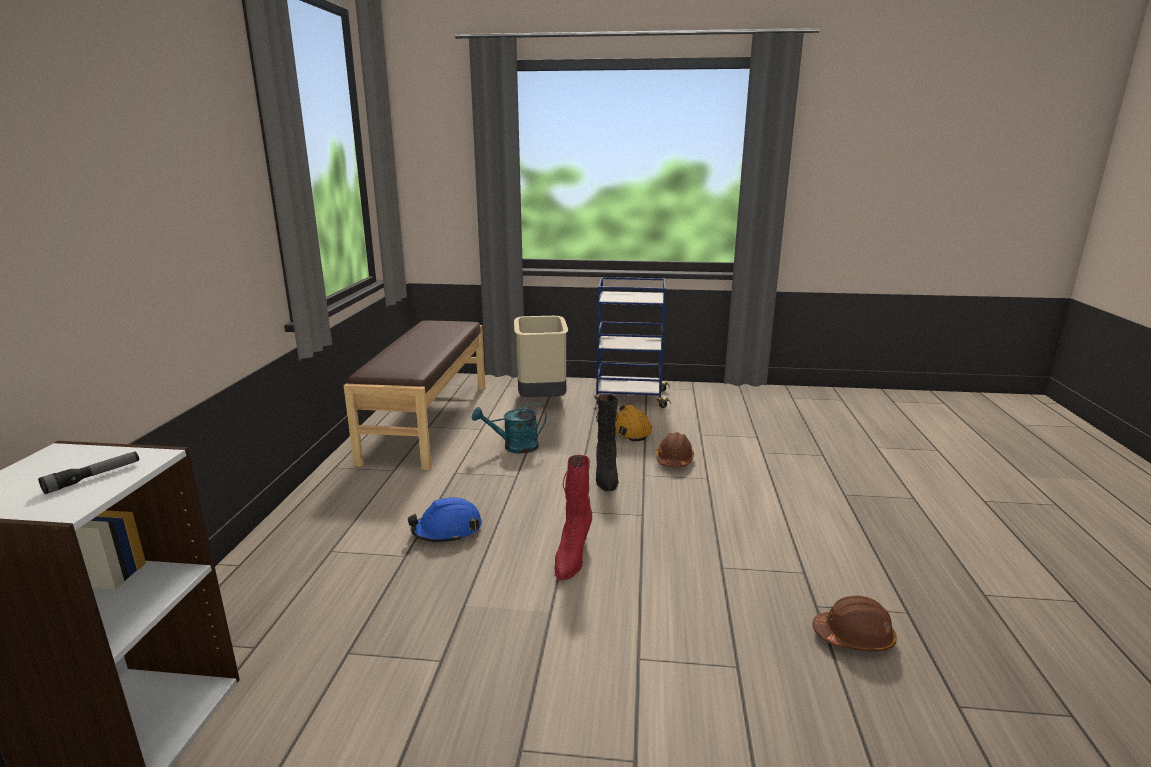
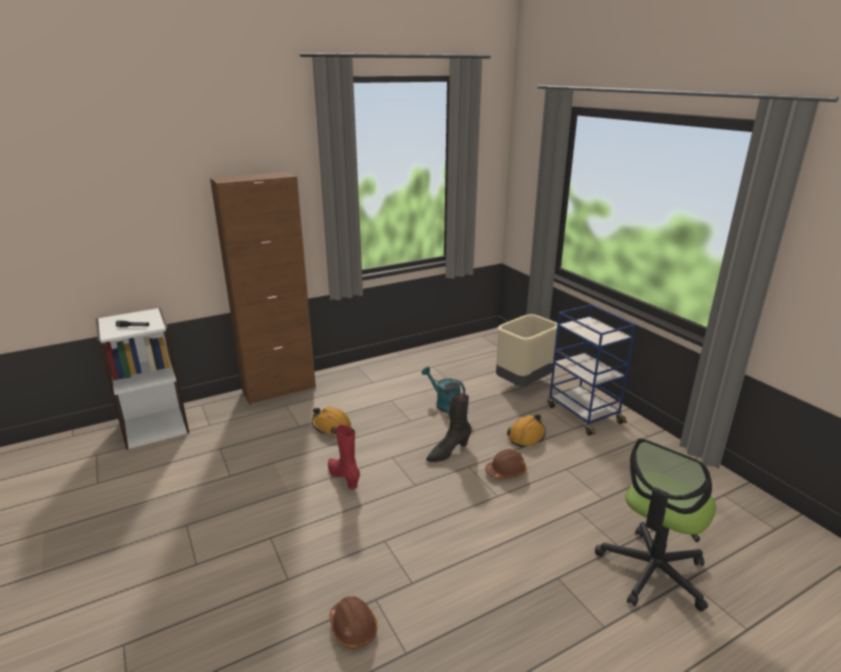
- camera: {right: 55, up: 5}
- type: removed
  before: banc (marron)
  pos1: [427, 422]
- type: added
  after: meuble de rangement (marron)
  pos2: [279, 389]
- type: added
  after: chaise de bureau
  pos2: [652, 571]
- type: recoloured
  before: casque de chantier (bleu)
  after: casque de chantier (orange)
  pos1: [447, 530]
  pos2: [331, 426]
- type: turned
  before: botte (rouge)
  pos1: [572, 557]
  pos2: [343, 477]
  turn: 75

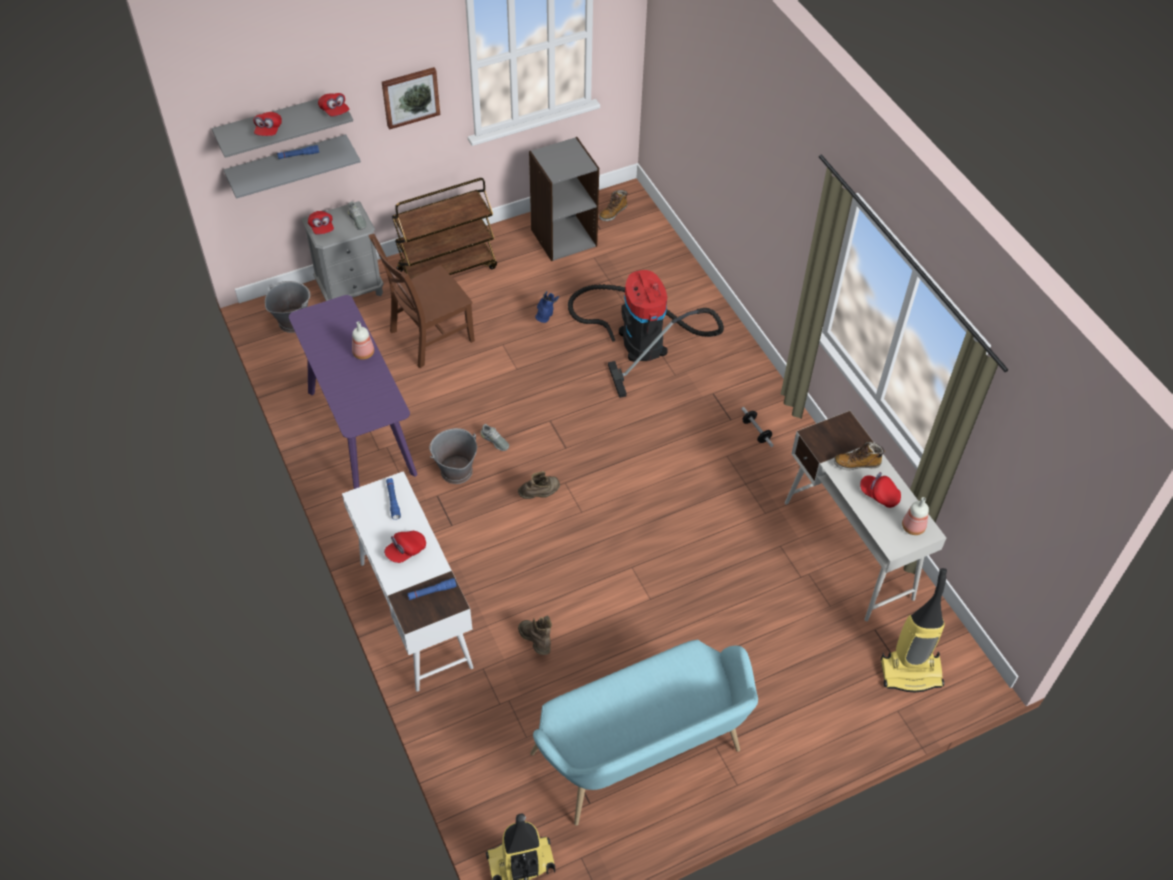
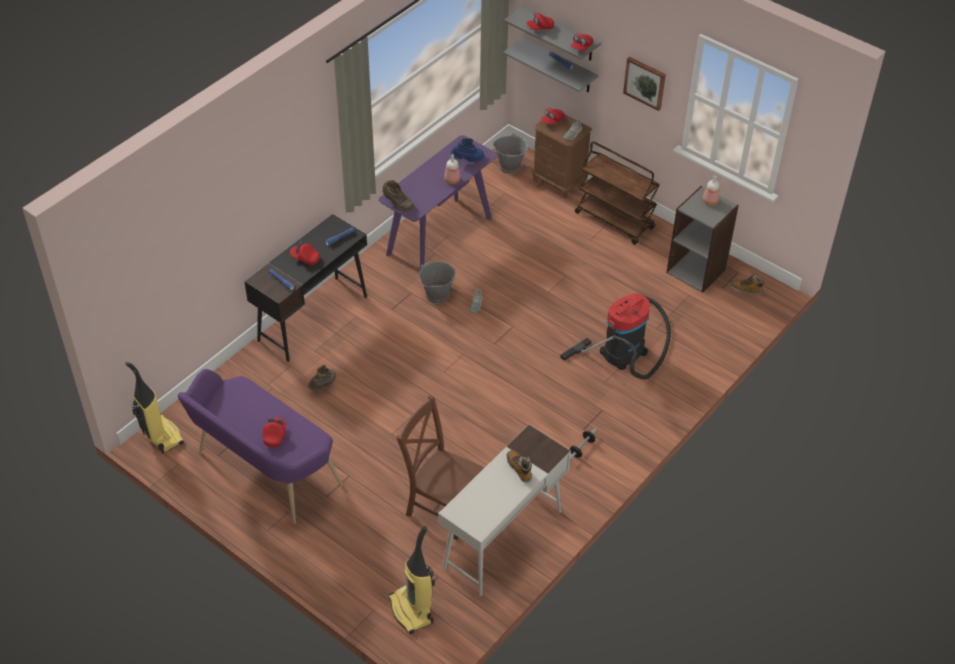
- camera: {right: 65, up: -5}
- type: moved
  before: chaise (marron)
  pos1: [428, 337]
  pos2: [442, 506]
- type: moved
  before: botte (marron)
  pos1: [540, 494]
  pos2: [397, 204]
- type: moved
  before: botte (bleu)
  pos1: [545, 316]
  pos2: [468, 160]
- type: moved
  before: casquette (rouge)
  pos1: [879, 495]
  pos2: [275, 436]
- type: moved
  before: bouteille
  pos1: [914, 527]
  pos2: [710, 201]
- type: recoloured
  before: table de chevet (gris)
  after: table de chevet (marron)
  pos1: [351, 289]
  pos2: [558, 181]
- type: recoloured
  before: bureau (blanc)
  after: bureau (noir)
  pos1: [415, 613]
  pos2: [313, 318]
- type: recoloured
  before: banc (turquoise)
  after: banc (violet)
  pos1: [642, 758]
  pos2: [263, 472]

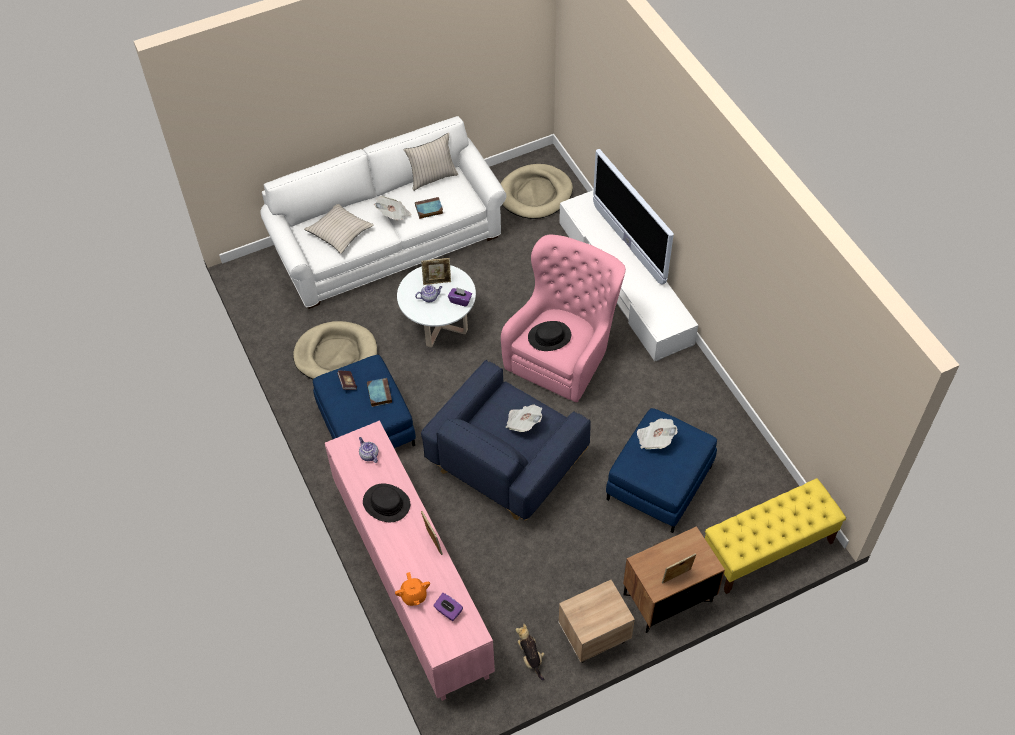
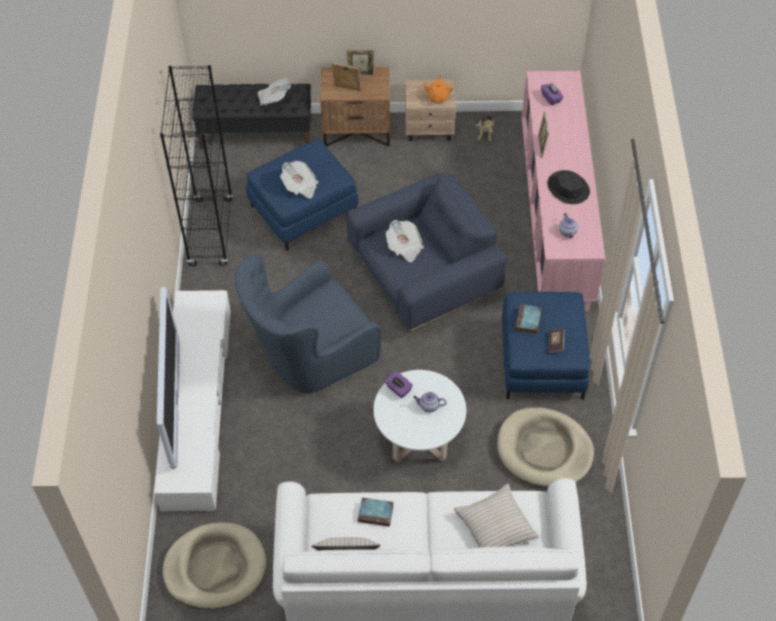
- camera: {right: -155, up: 0}
- type: removed
  before: chapeau (noir)
  pos1: [549, 336]
- type: added
  after: bibliothèque (noir)
  pos2: [211, 232]
- type: moved
  before: journal
  pos1: [393, 214]
  pos2: [274, 98]
- type: moved
  before: théière (orange)
  pos1: [413, 596]
  pos2: [438, 97]
- type: moved
  before: cadre photo
  pos1: [437, 282]
  pos2: [347, 88]
- type: recoloured
  before: fauteuil (rose)
  after: fauteuil (bleu)
  pos1: [563, 353]
  pos2: [310, 356]
- type: recoloured
  before: banc (jaune)
  after: banc (noir)
  pos1: [767, 550]
  pos2: [256, 133]

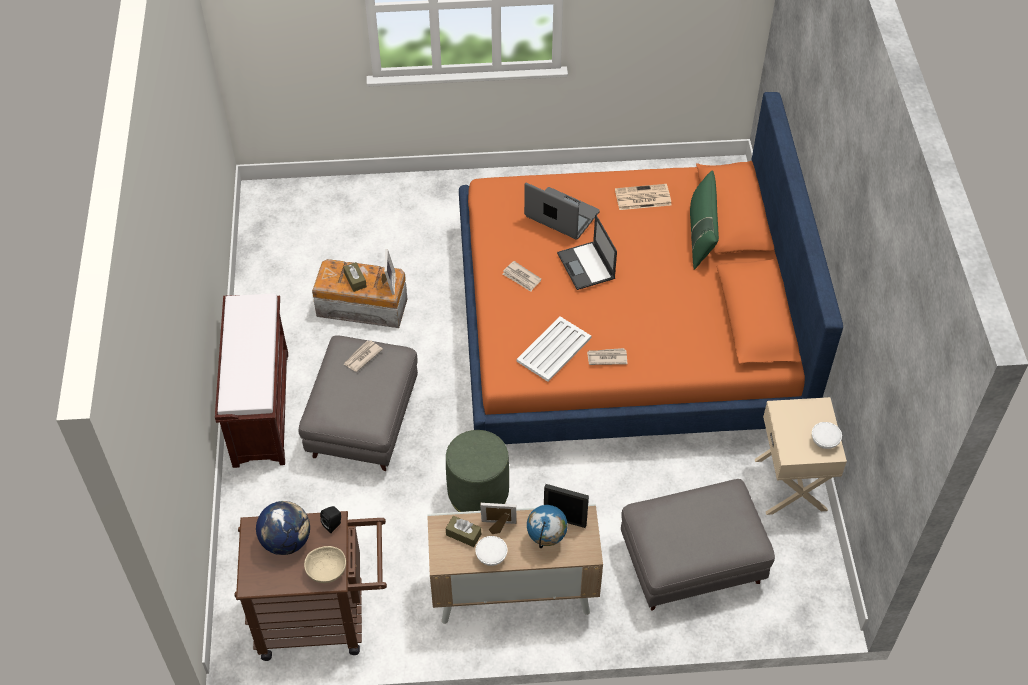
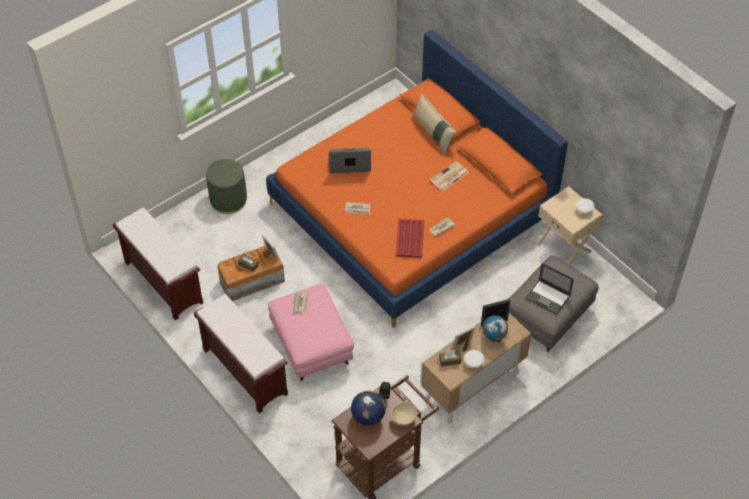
- camera: {right: -35, up: 0}
- type: added
  after: banc (marron)
  pos2: [162, 282]
- type: moved
  before: pouf (vert)
  pos1: [478, 493]
  pos2: [228, 200]
- type: moved
  before: ordinateur portable
  pos1: [586, 266]
  pos2: [548, 297]
- type: moved
  before: journal
  pos1: [642, 198]
  pos2: [449, 177]
- type: recoloured
  before: pouf (gris)
  after: pouf (rose)
  pos1: [363, 421]
  pos2: [311, 345]
- type: recoloured
  before: plateau (blanc)
  after: plateau (rouge)
  pos1: [553, 350]
  pos2: [409, 239]
- type: recoloured
  before: coussin (vert)
  after: coussin (beige)
  pos1: [701, 235]
  pos2: [433, 134]

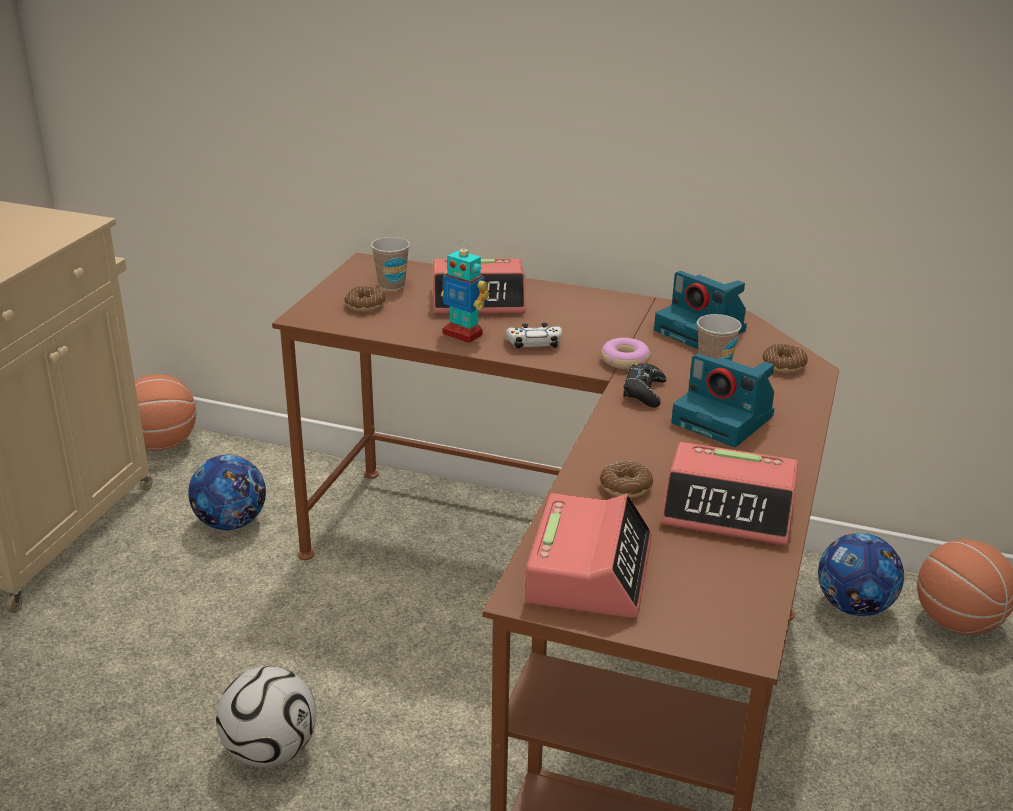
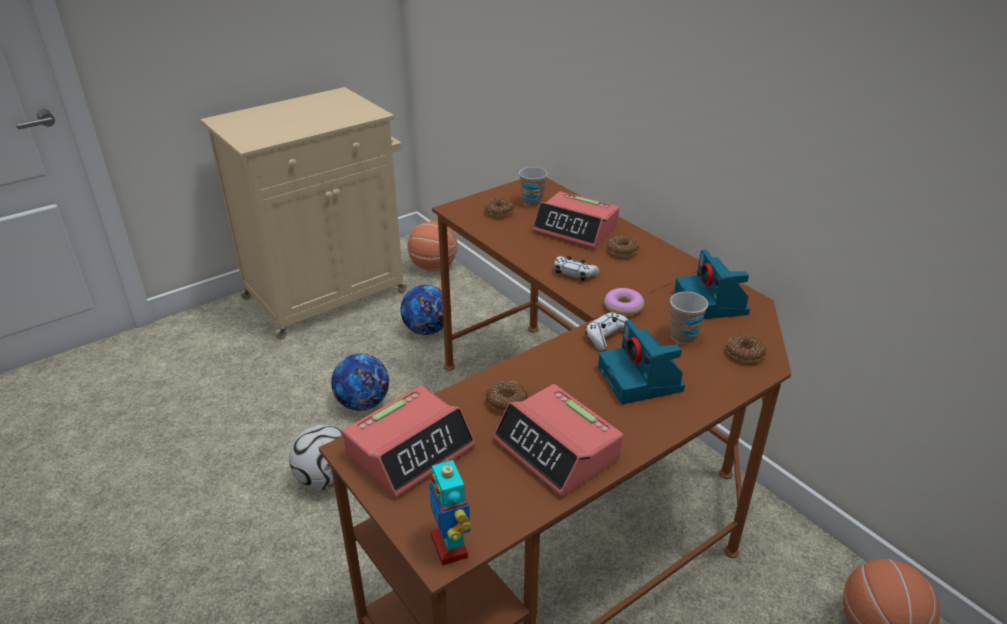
- camera: {right: 35, up: 5}
- type: added
  after: beignet
  pos2: [622, 251]
- type: moved
  before: robot jouet
  pos1: [463, 334]
  pos2: [450, 546]
- type: moved
  before: ballon de foot
  pos1: [854, 606]
  pos2: [363, 403]
- type: recoloured
  before: manette (noir)
  after: manette (blanc)
  pos1: [644, 392]
  pos2: [607, 336]

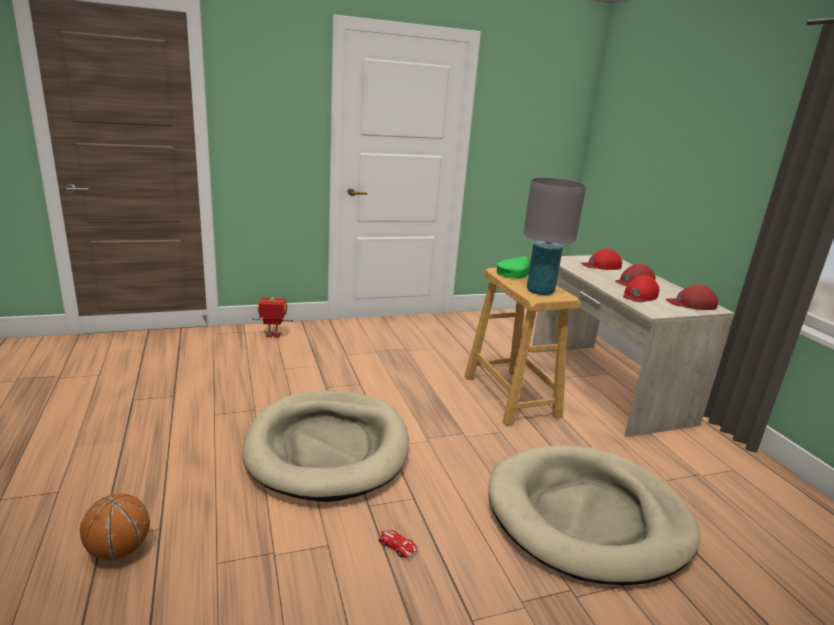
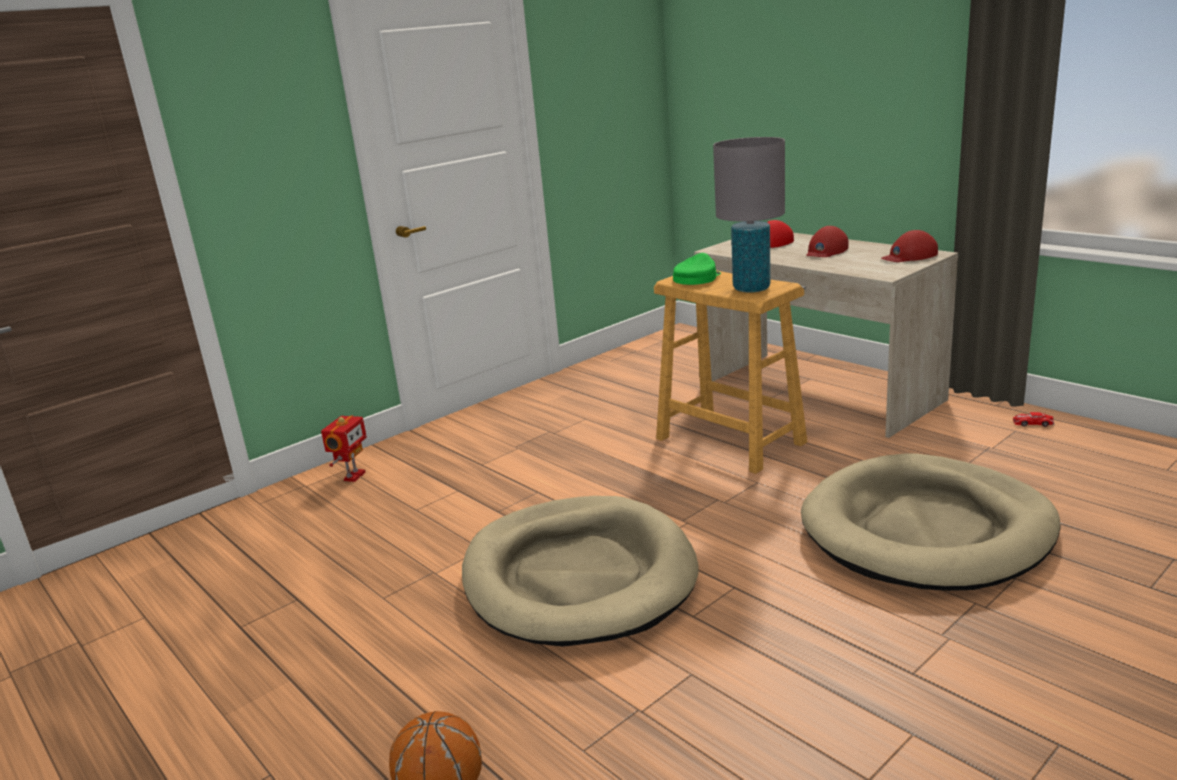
- camera: {right: -20, up: 0}
- type: removed
  before: casquette (rouge)
  pos1: [639, 295]
- type: moved
  before: petite voiture
  pos1: [397, 546]
  pos2: [1032, 423]
- type: turned
  before: robot jouet
  pos1: [273, 335]
  pos2: [353, 476]
  turn: 135

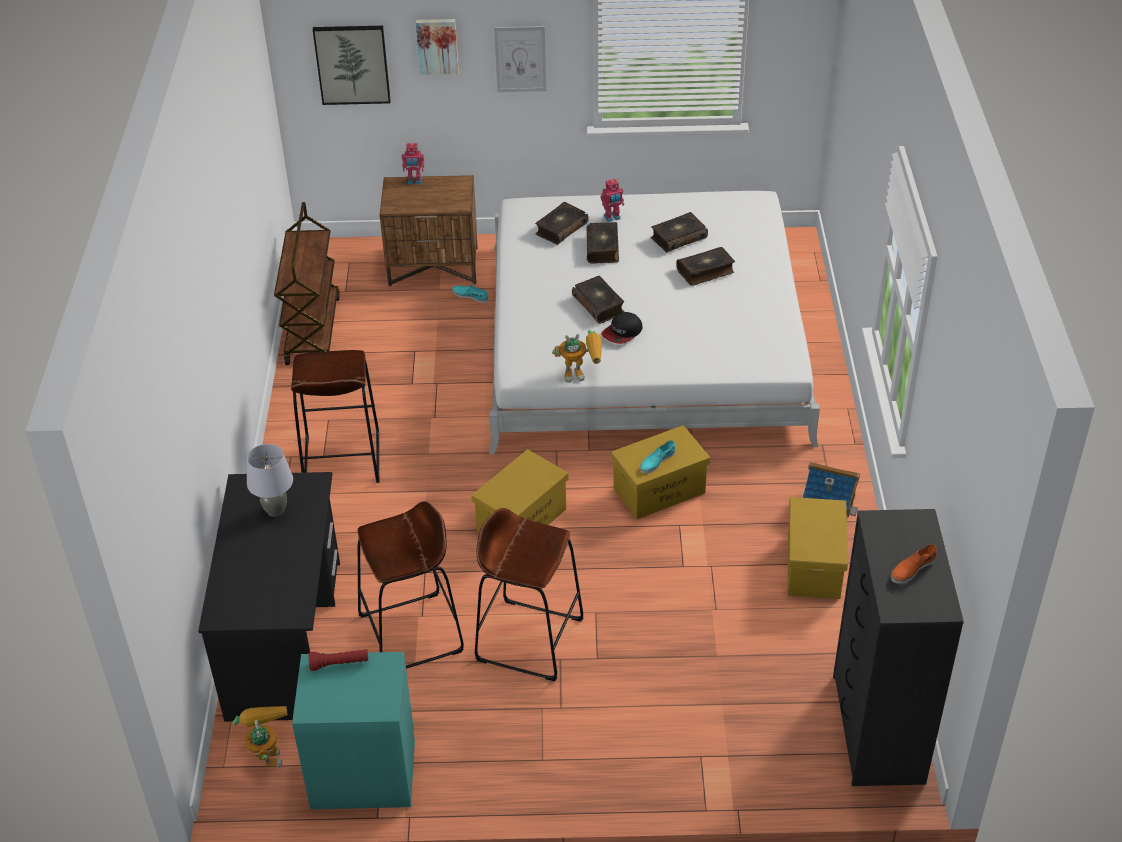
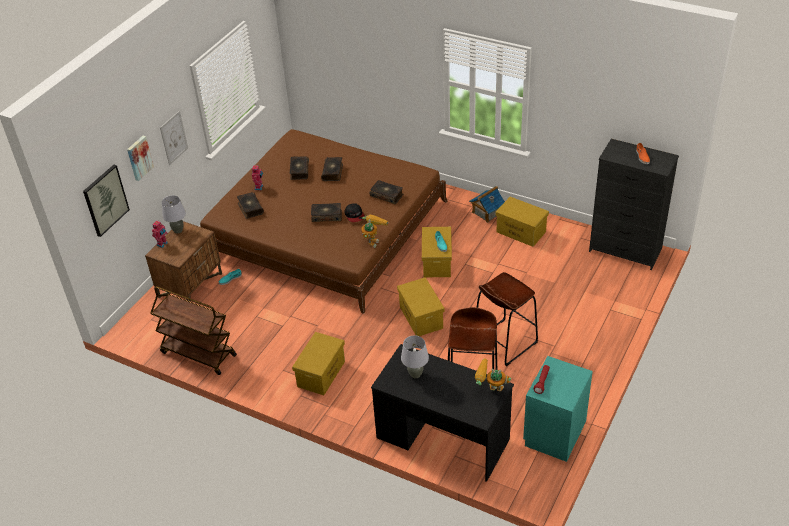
- camera: {right: -60, up: 0}
- type: added
  after: lampe de table (gris)
  pos2: [178, 230]
- type: moved
  before: robot jouet
  pos1: [266, 753]
  pos2: [489, 390]
- type: moved
  before: livre
  pos1: [603, 248]
  pos2: [387, 195]
- type: replaced
  before: tabouret (marron)
  after: boîte de rangement (jaune)
  pos1: [341, 460]
  pos2: [321, 374]
- type: recoloured
  before: lit (blanc)
  after: lit (marron)
  pos1: [644, 340]
  pos2: [325, 228]

